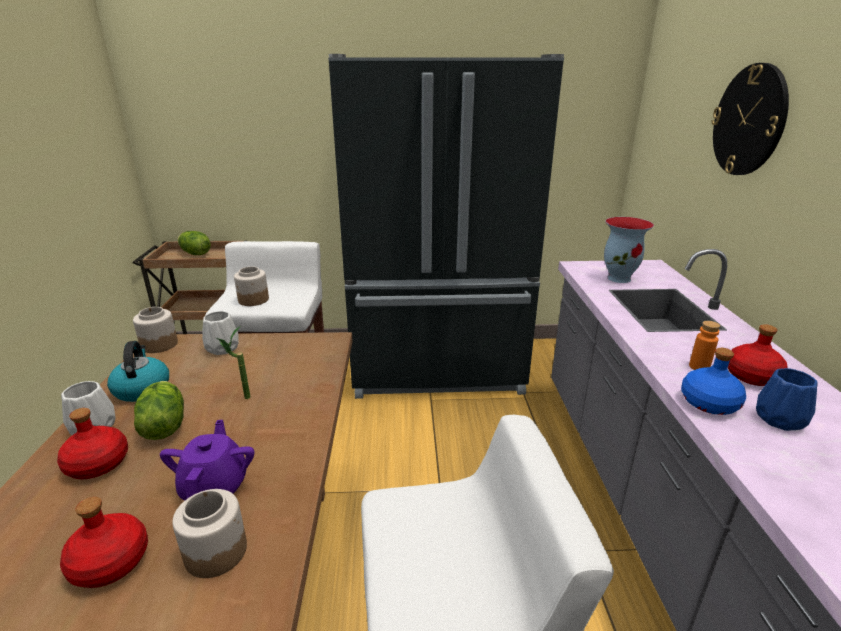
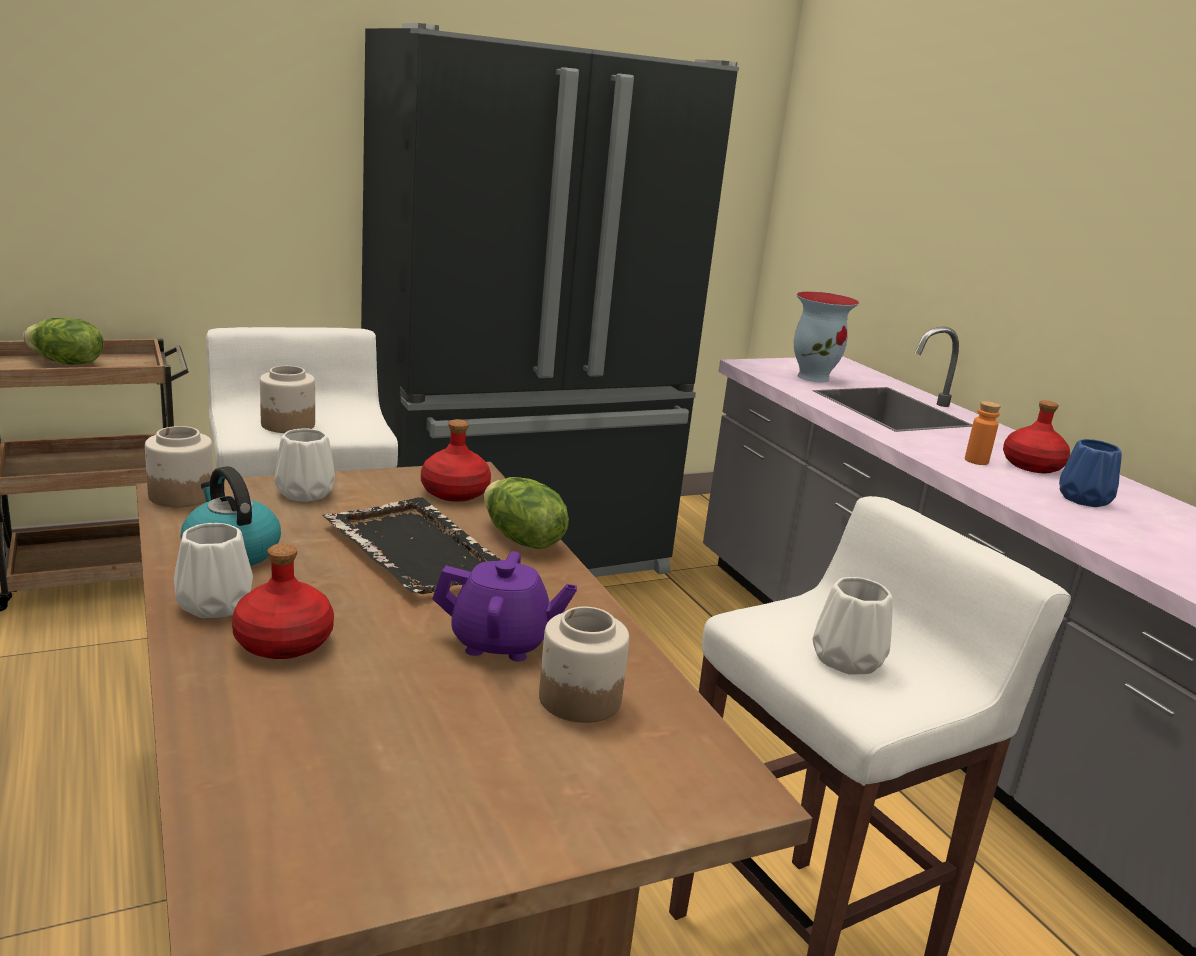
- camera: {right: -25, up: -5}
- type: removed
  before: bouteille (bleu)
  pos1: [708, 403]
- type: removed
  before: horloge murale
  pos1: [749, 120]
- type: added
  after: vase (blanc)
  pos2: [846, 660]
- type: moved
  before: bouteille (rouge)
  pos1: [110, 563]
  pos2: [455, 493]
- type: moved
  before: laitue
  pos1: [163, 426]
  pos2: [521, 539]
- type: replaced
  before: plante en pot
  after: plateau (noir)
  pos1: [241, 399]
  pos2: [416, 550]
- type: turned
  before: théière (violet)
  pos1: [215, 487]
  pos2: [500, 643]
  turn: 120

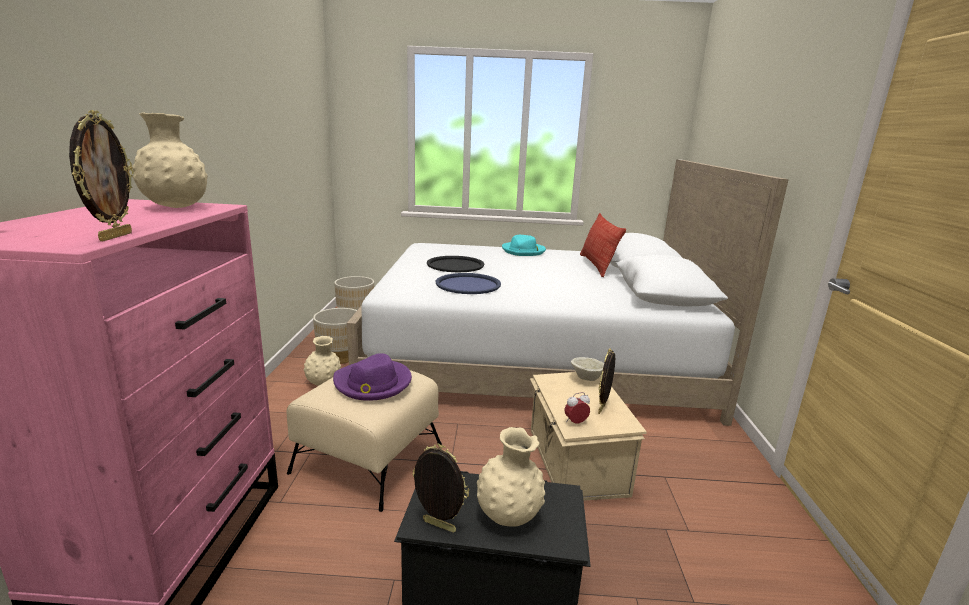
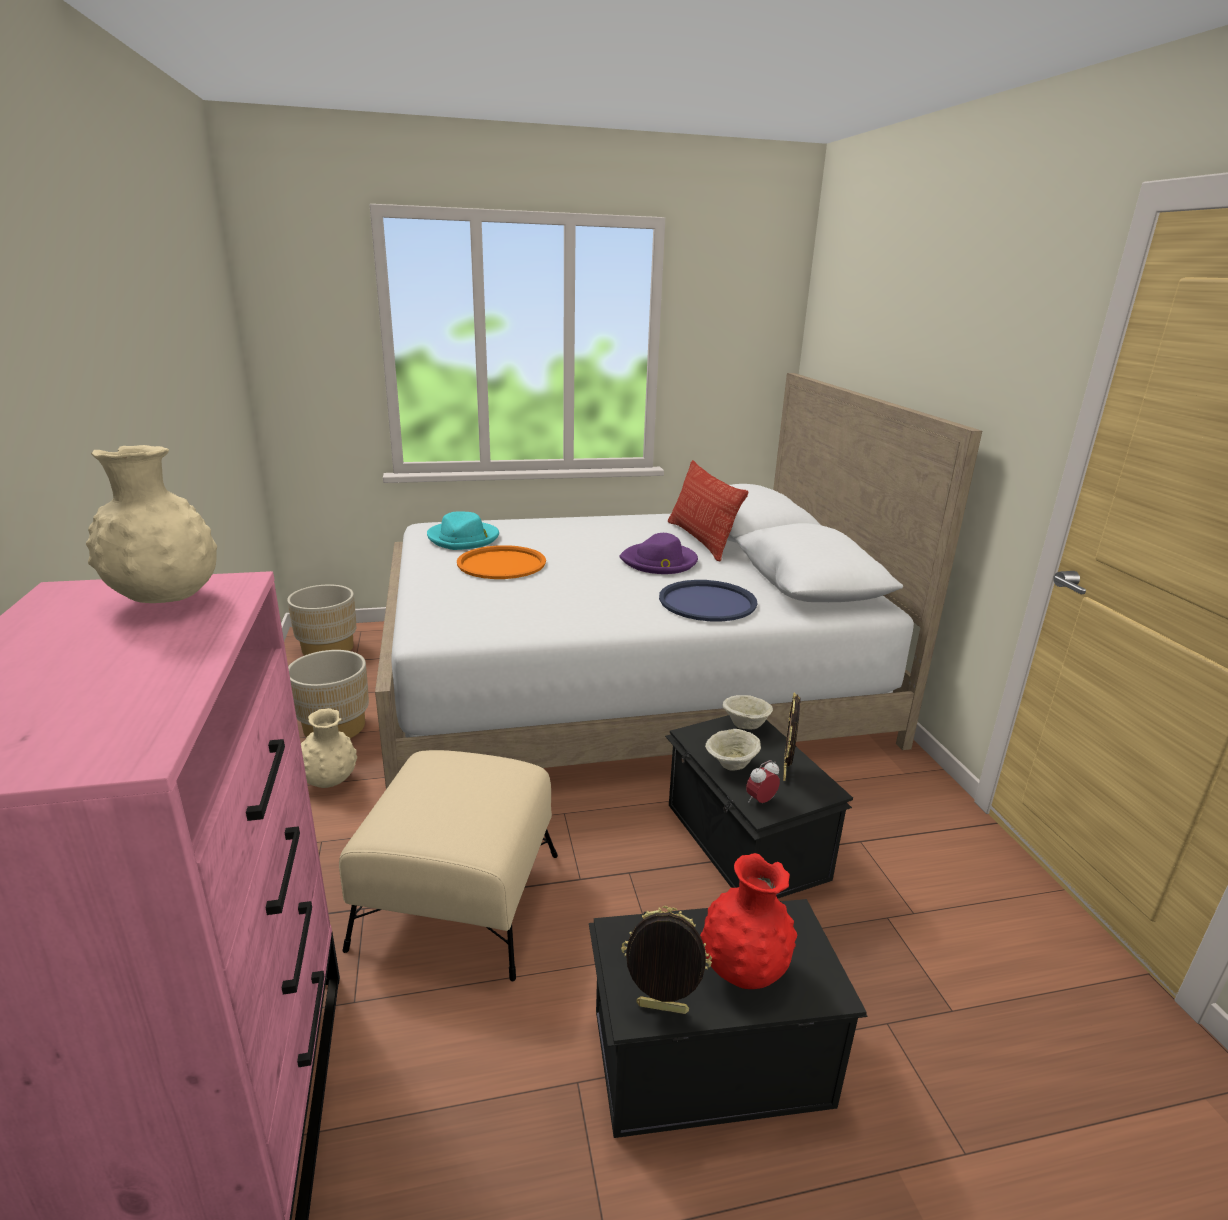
- camera: {right: -15, up: 5}
- type: removed
  before: cadre photo
  pos1: [114, 236]
- type: added
  after: bol (beige)
  pos2: [732, 765]
- type: moved
  before: chapeau (violet)
  pos1: [373, 383]
  pos2: [659, 562]
- type: moved
  before: plateau (bleu)
  pos1: [468, 285]
  pos2: [707, 602]
- type: moved
  before: chapeau (turquoise)
  pos1: [523, 251]
  pos2: [463, 538]
- type: recoloured
  before: plateau (noir)
  after: plateau (orange)
  pos1: [455, 265]
  pos2: [501, 564]
- type: recoloured
  before: vase (beige)
  after: vase (rouge)
  pos1: [508, 516]
  pos2: [743, 970]
- type: recoloured
  before: boîte de rangement (beige)
  after: boîte de rangement (noir)
  pos1: [575, 461]
  pos2: [744, 842]

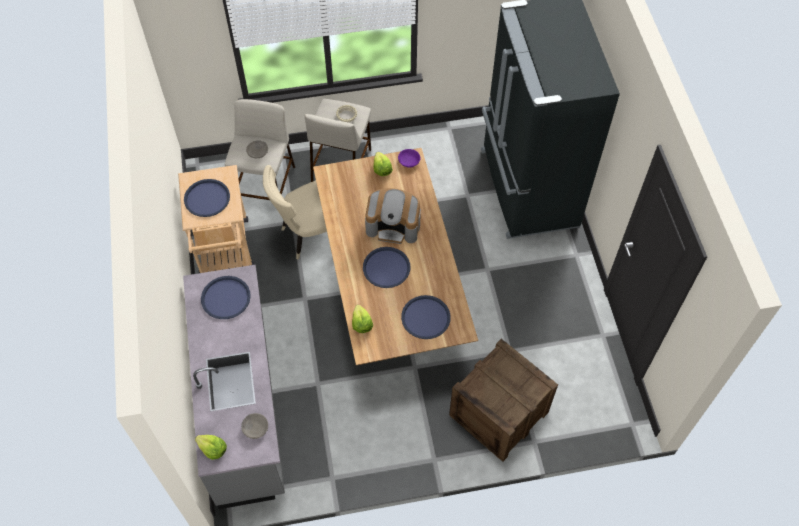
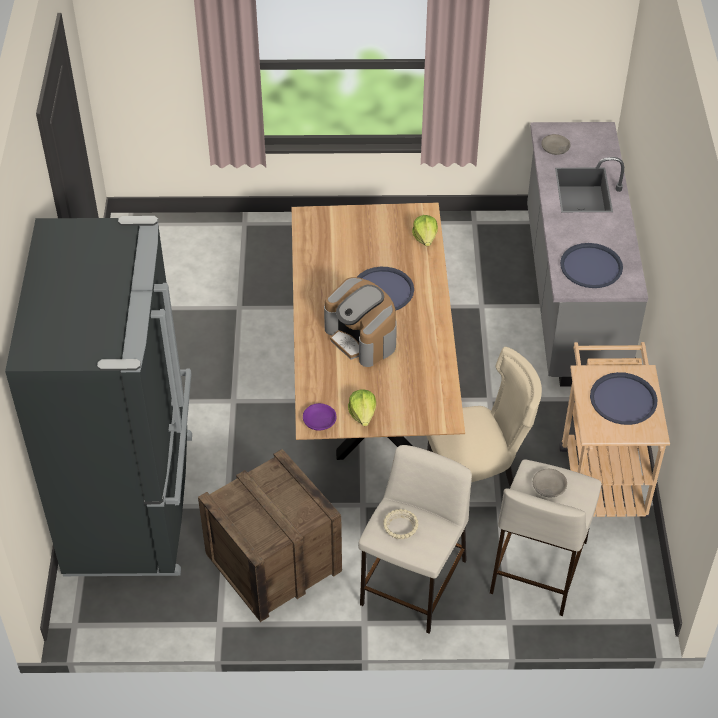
- camera: {right: -170, up: -10}
- type: removed
  before: laitue
  pos1: [213, 449]
- type: removed
  before: plateau (bleu)
  pos1: [425, 317]
- type: moved
  before: caisse
  pos1: [499, 414]
  pos2: [273, 562]
- type: turned
  before: machine à café
  pos1: [393, 226]
  pos2: [362, 337]
  turn: -150

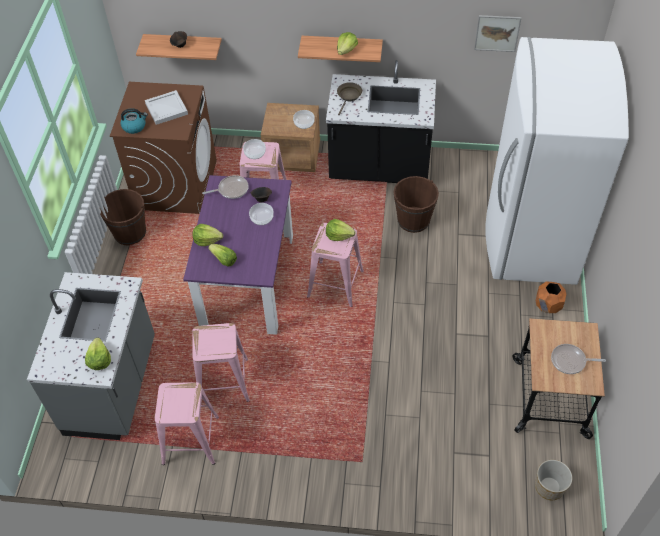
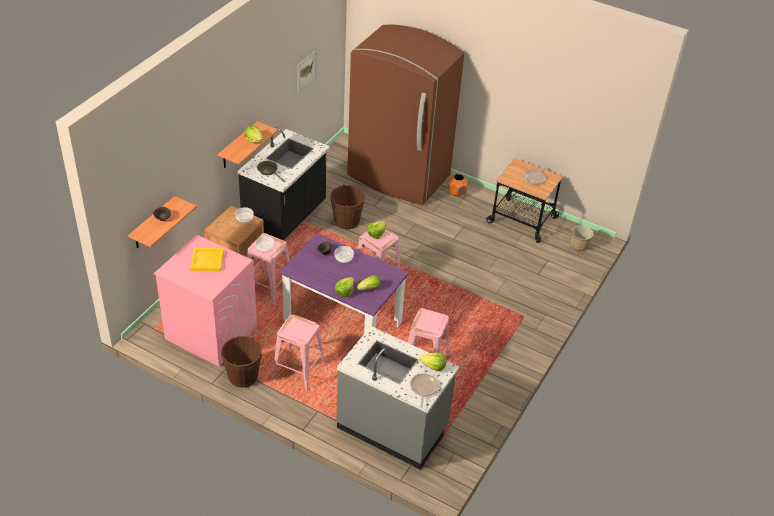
- camera: {right: -70, up: -10}
- type: removed
  before: bouilloire
  pos1: [134, 126]
- type: moved
  before: tabouret (rose)
  pos1: [190, 440]
  pos2: [298, 370]
- type: moved
  before: poêle
  pos1: [231, 189]
  pos2: [423, 388]
- type: recoloured
  before: lave-linge (marron)
  after: lave-linge (rose)
  pos1: [176, 184]
  pos2: [210, 332]
- type: recoloured
  before: plateau (blanc)
  after: plateau (jaune)
  pos1: [167, 109]
  pos2: [208, 260]
- type: recoloured
  before: réfrigérateur (blanc)
  after: réfrigérateur (marron)
  pos1: [530, 236]
  pos2: [398, 177]

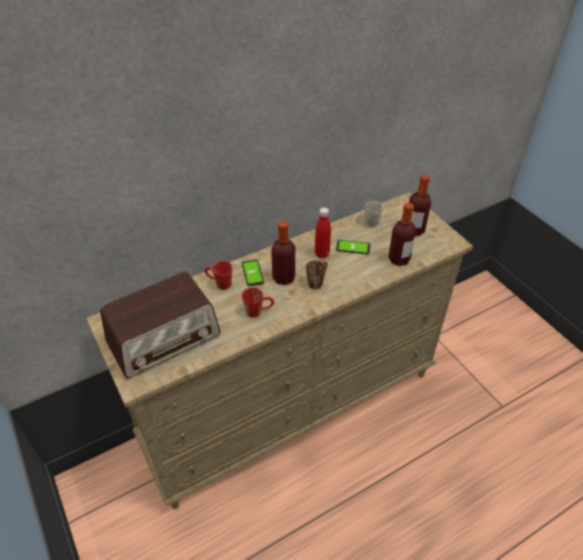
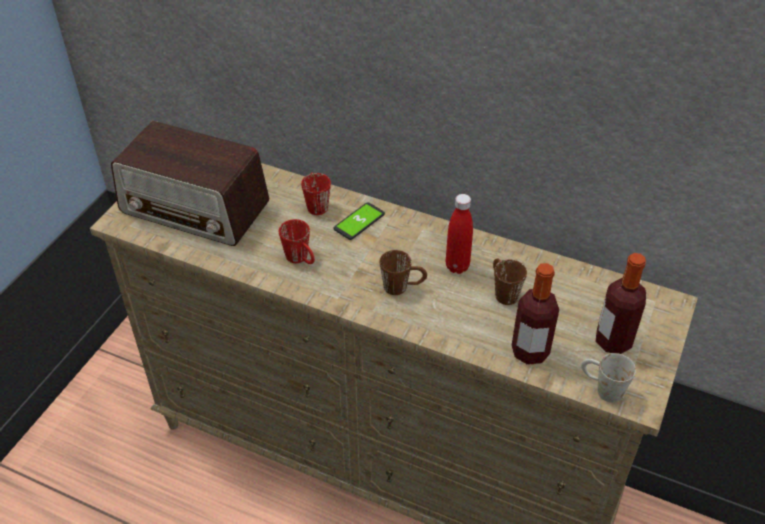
- camera: {right: 55, up: 0}
- type: removed
  before: bouteille
  pos1: [283, 278]
- type: moved
  before: mug (blanc)
  pos1: [367, 224]
  pos2: [601, 388]
- type: replaced
  before: téléphone
  after: mug (marron)
  pos1: [353, 247]
  pos2: [502, 291]

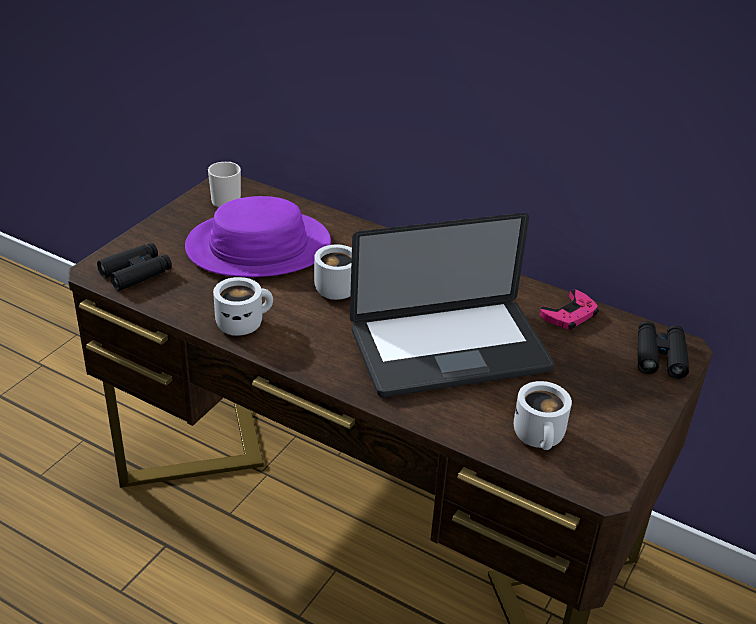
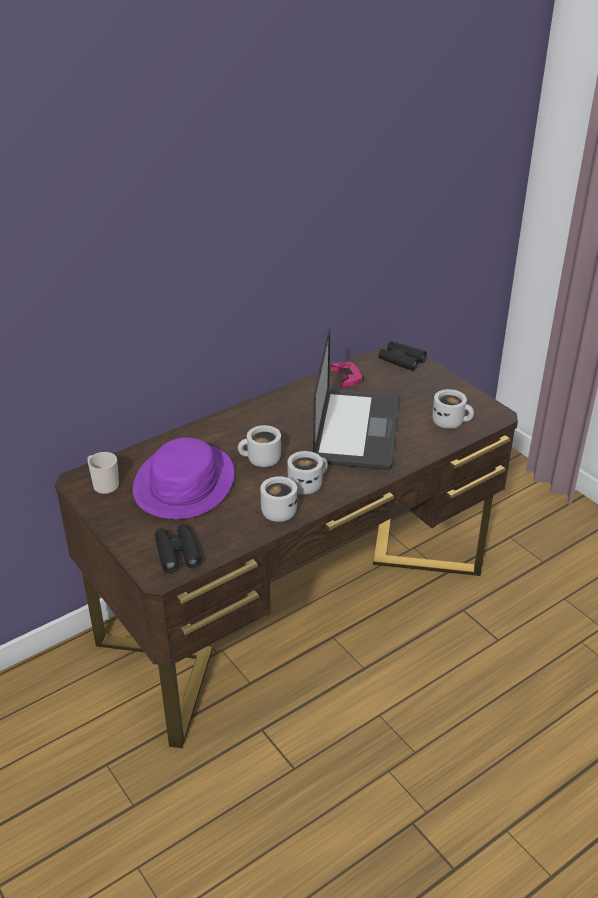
- camera: {right: -65, up: 0}
- type: added
  after: mug (blanc)
  pos2: [306, 484]

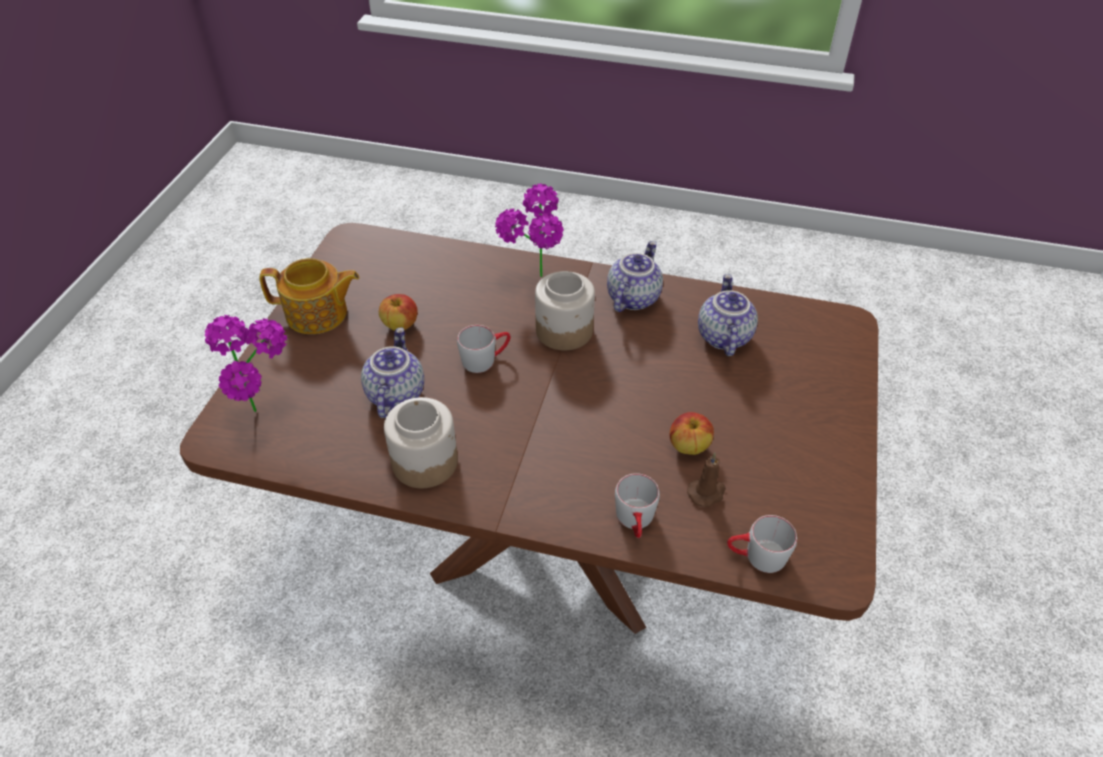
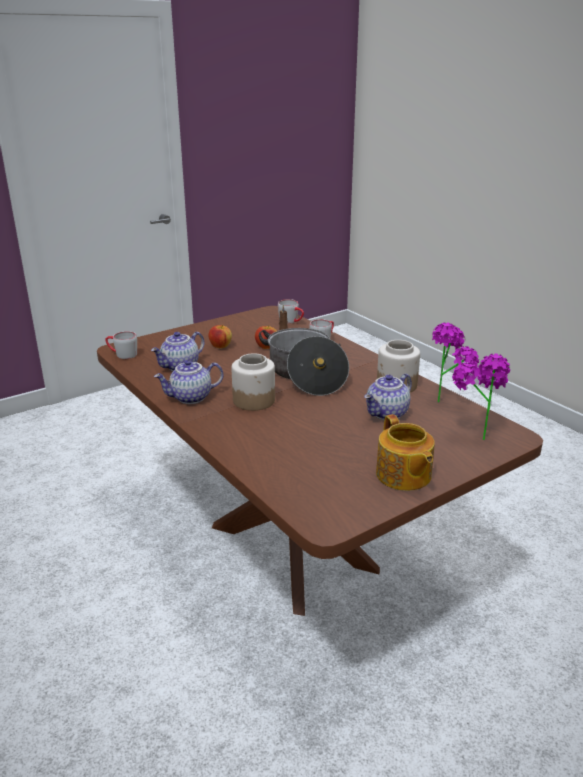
- camera: {right: -140, up: -20}
- type: added
  after: marmite
  pos2: [305, 375]
- type: moved
  before: pomme
  pos1: [400, 325]
  pos2: [220, 346]
- type: moved
  before: mug (gris)
  pos1: [485, 359]
  pos2: [122, 354]
- type: moved
  before: plante en pot
  pos1: [534, 284]
  pos2: [447, 400]
- type: turned
  before: théière
  pos1: [318, 314]
  pos2: [403, 476]
  turn: -150

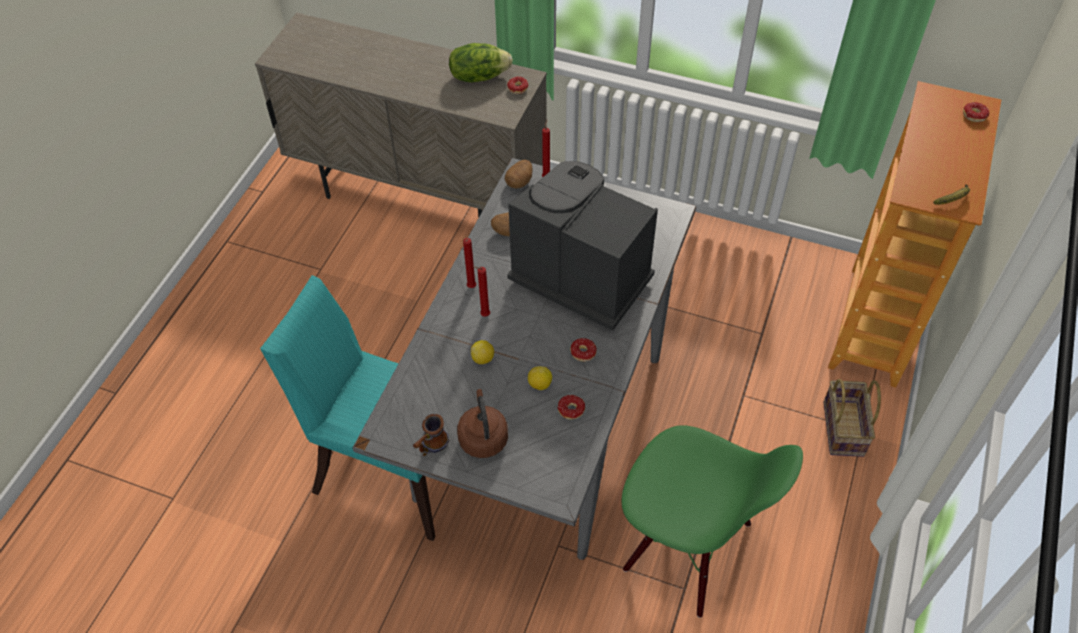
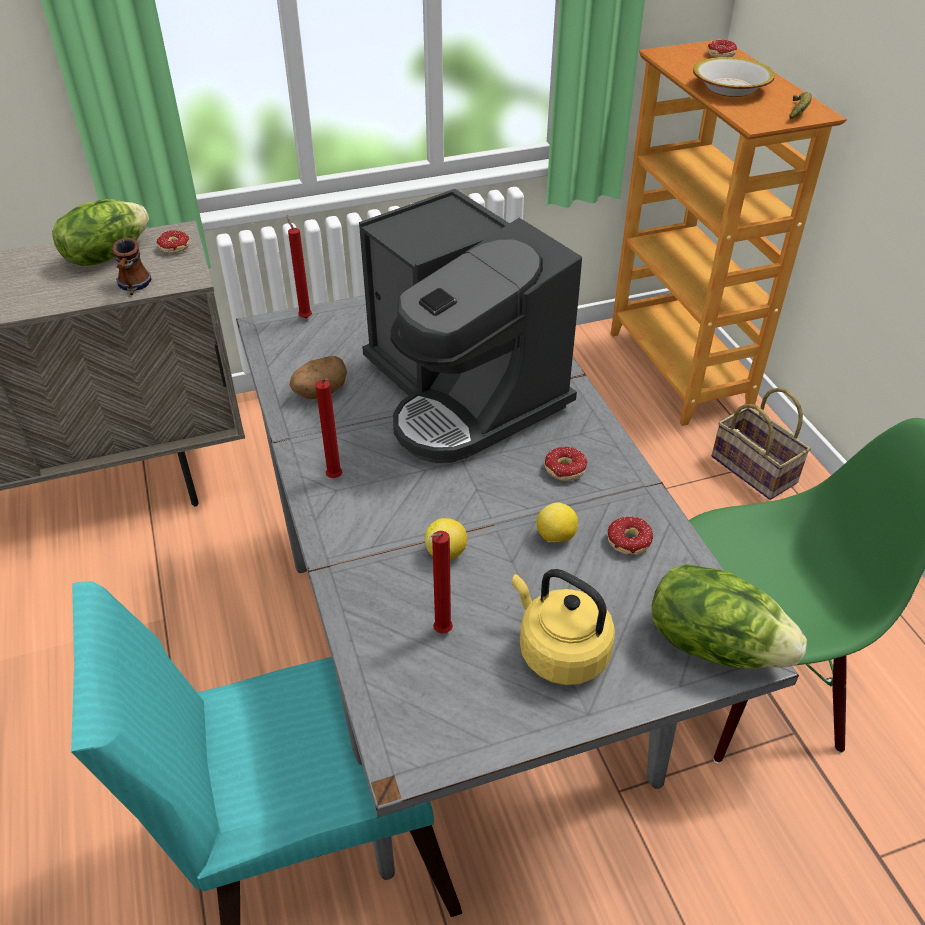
- camera: {right: -40, up: -10}
- type: removed
  before: pomme de terre
  pos1: [519, 182]
- type: added
  after: laitue
  pos2: [714, 643]
- type: added
  after: bol
  pos2: [730, 88]
- type: moved
  before: mug
  pos1: [431, 447]
  pos2: [133, 287]
- type: moved
  before: bougie (rouge)
  pos1: [483, 315]
  pos2: [441, 633]
- type: recoloured
  before: bouilloire (marron)
  after: bouilloire (jaune)
  pos1: [483, 437]
  pos2: [559, 651]
- type: turned
  before: machine à café
  pos1: [579, 276]
  pos2: [463, 393]
  turn: -120

